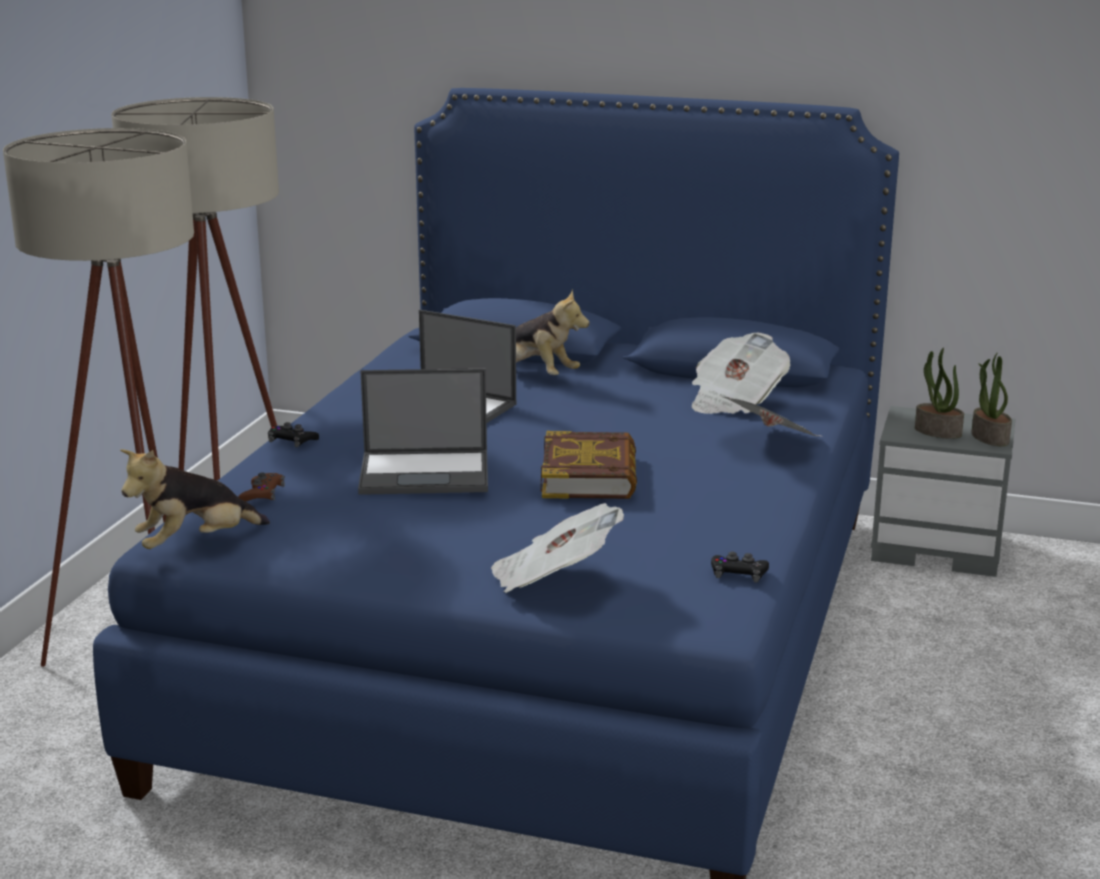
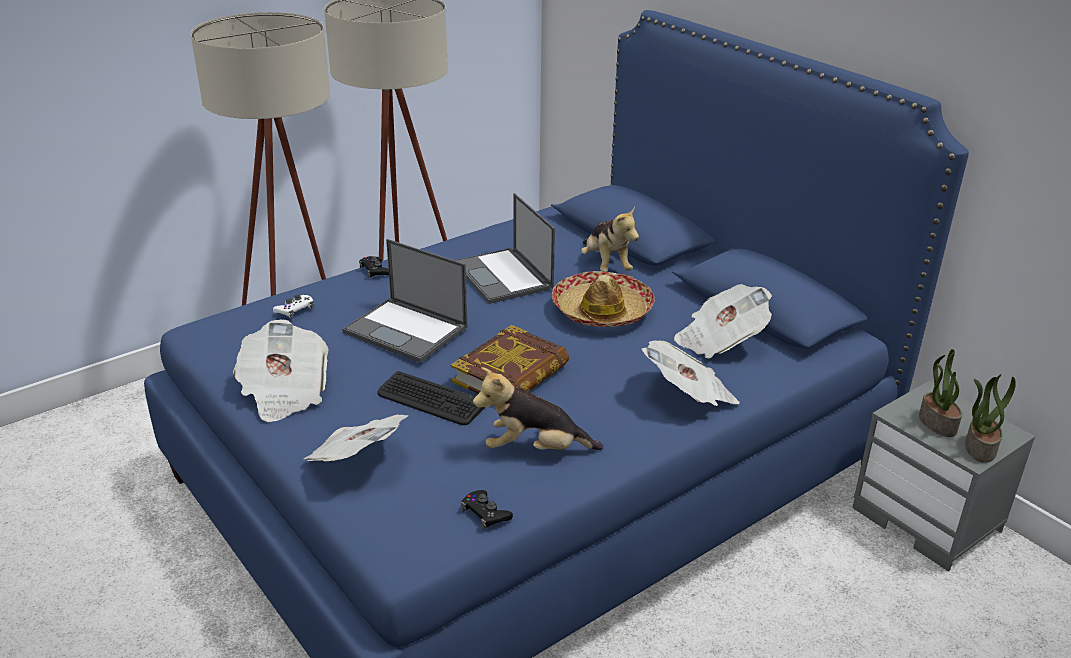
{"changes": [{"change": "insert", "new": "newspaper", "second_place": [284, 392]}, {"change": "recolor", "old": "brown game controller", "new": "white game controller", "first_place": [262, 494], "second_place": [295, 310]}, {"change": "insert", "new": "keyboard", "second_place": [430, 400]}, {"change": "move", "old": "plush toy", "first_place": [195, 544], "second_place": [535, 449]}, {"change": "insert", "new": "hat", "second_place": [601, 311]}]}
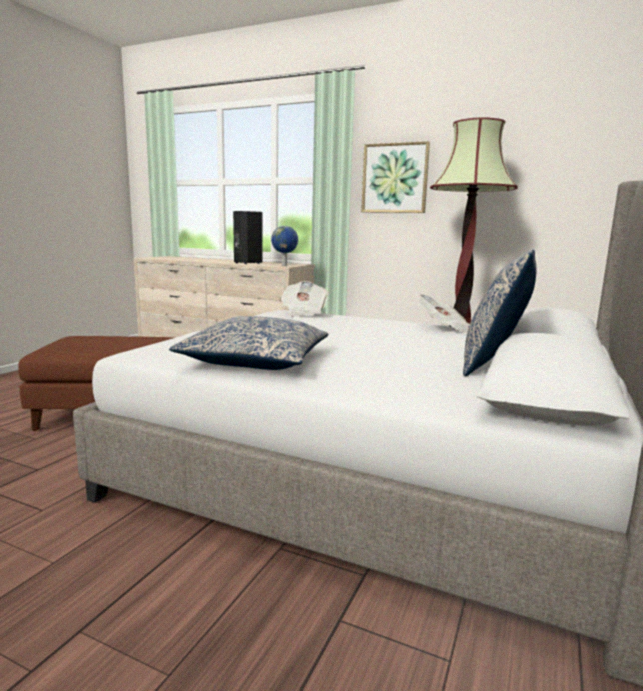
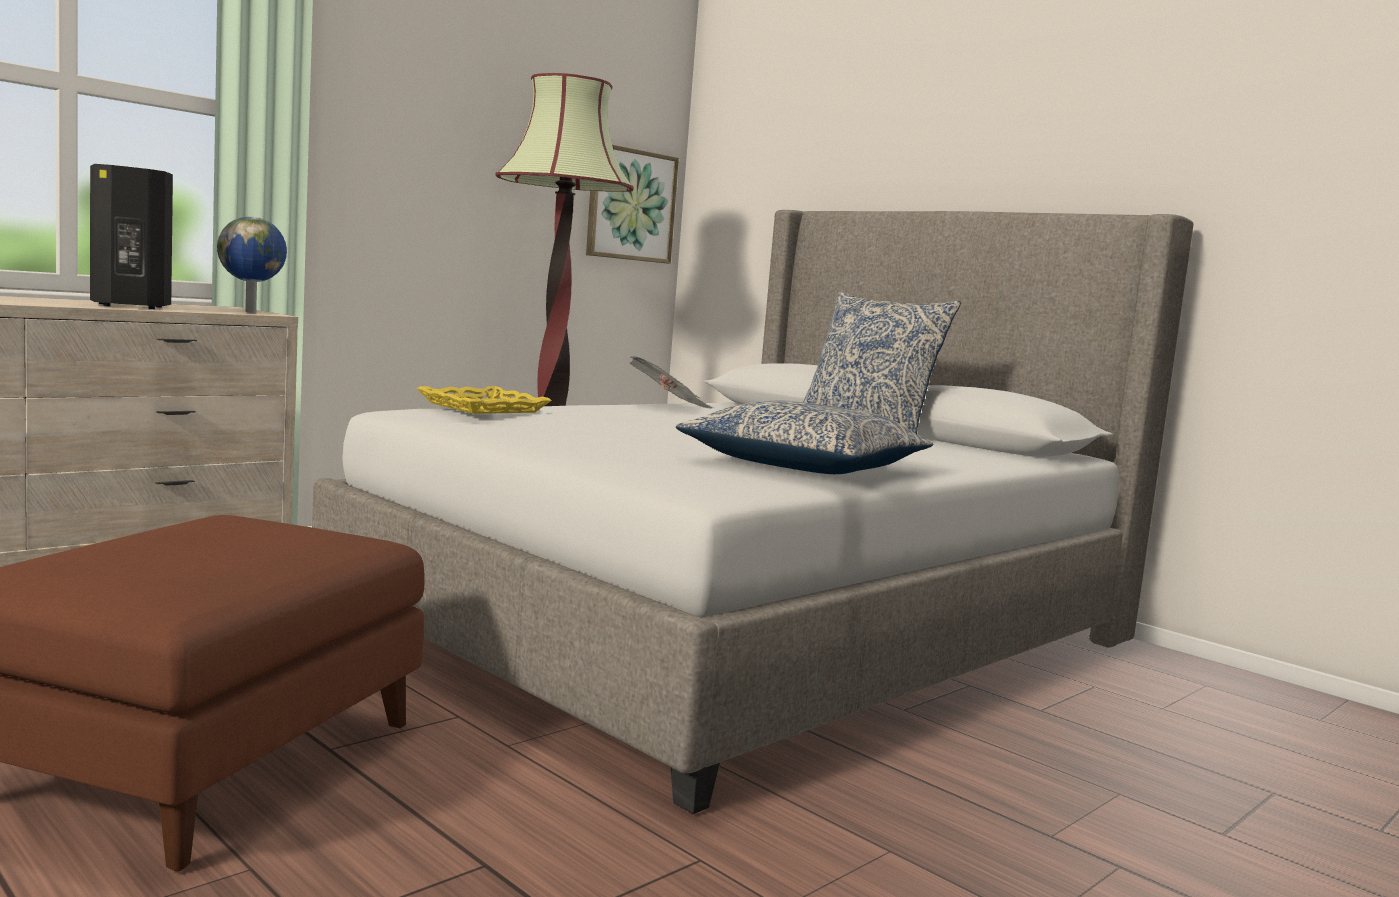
{"changes": [{"change": "replace", "old": "newspaper", "new": "yellow tray", "first_place": [303, 312], "second_place": [484, 407]}, {"change": "move", "old": "picture", "first_place": [395, 178], "second_place": [630, 205]}]}
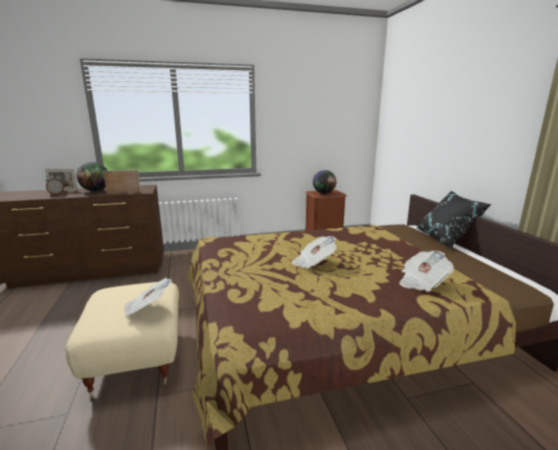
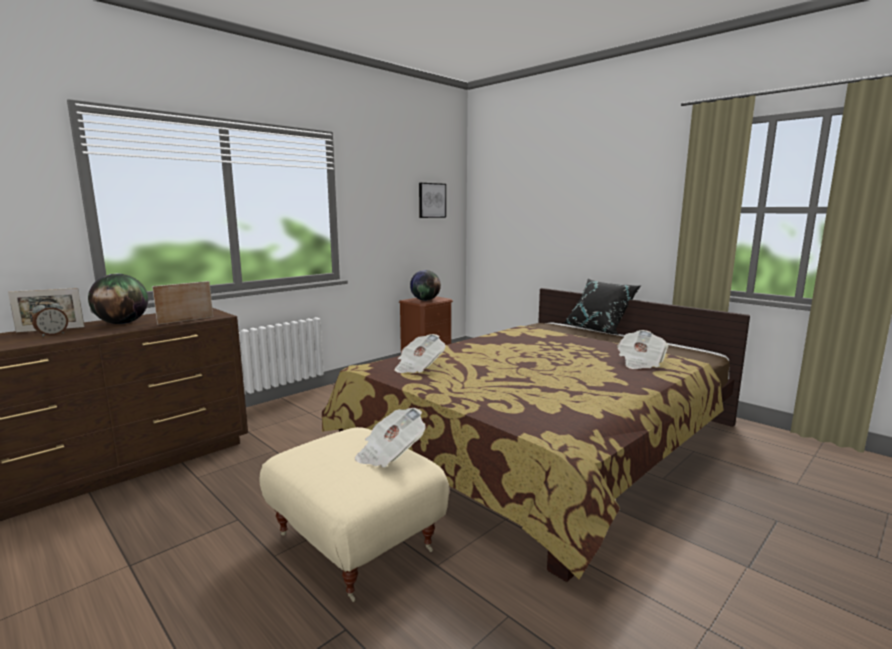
{"changes": [{"change": "move", "old": "newspaper", "first_place": [313, 263], "second_place": [418, 367]}, {"change": "insert", "new": "picture", "second_place": [431, 200]}]}
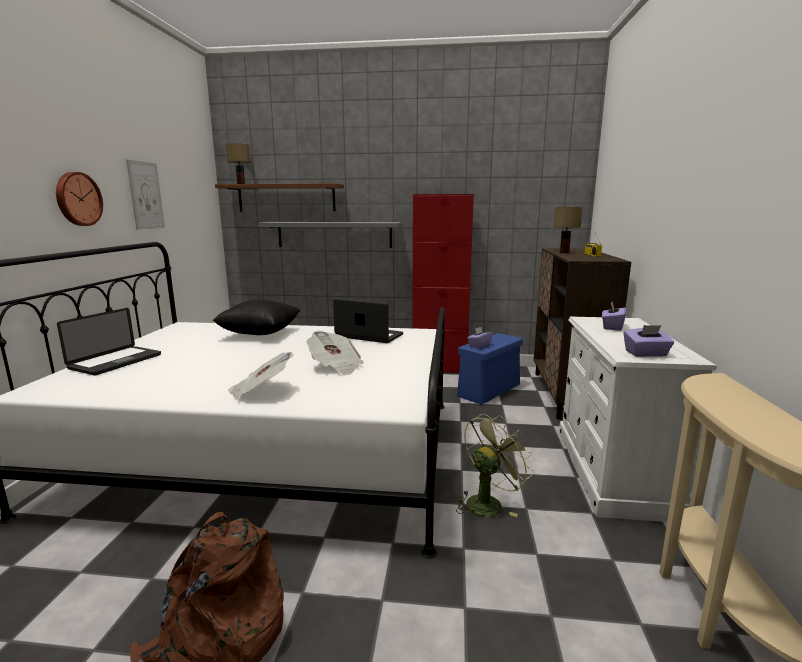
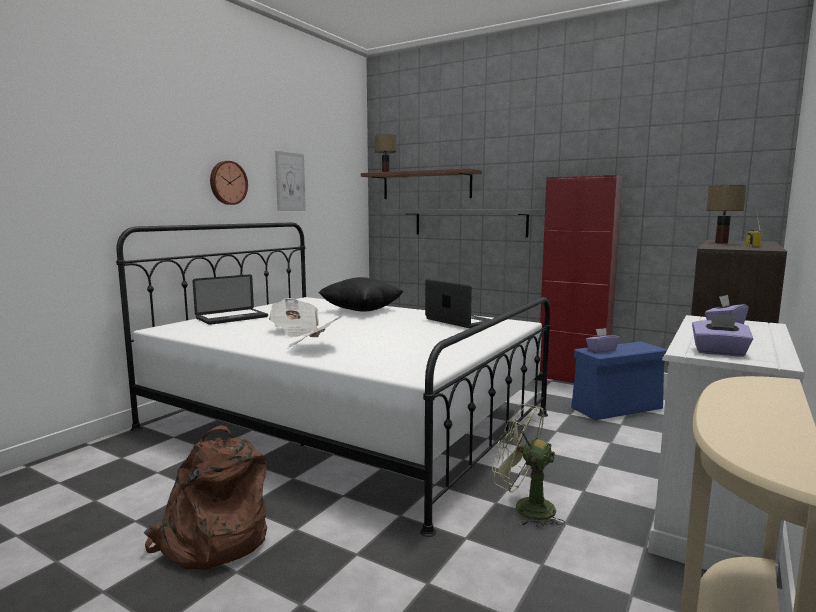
{"changes": [{"change": "move", "old": "newspaper", "first_place": [336, 366], "second_place": [295, 331]}, {"change": "rotate", "old": "green fan", "first_place": [488, 502], "second_place": [525, 508], "degrees": -135}]}
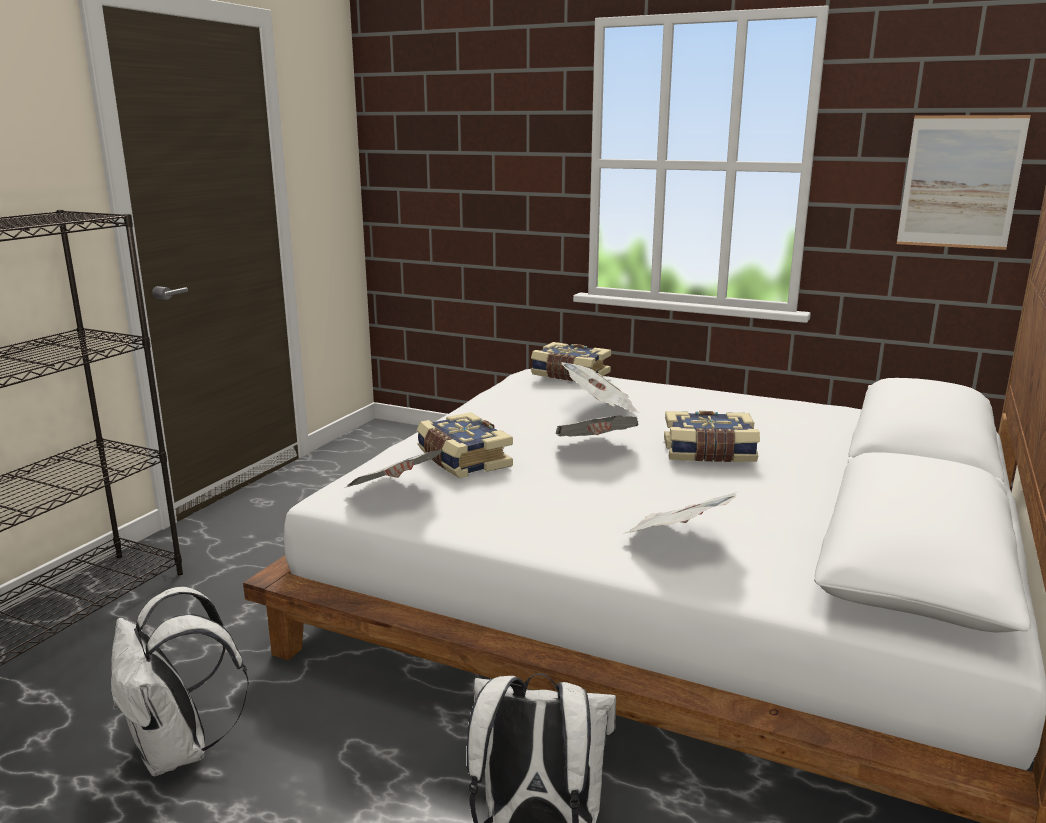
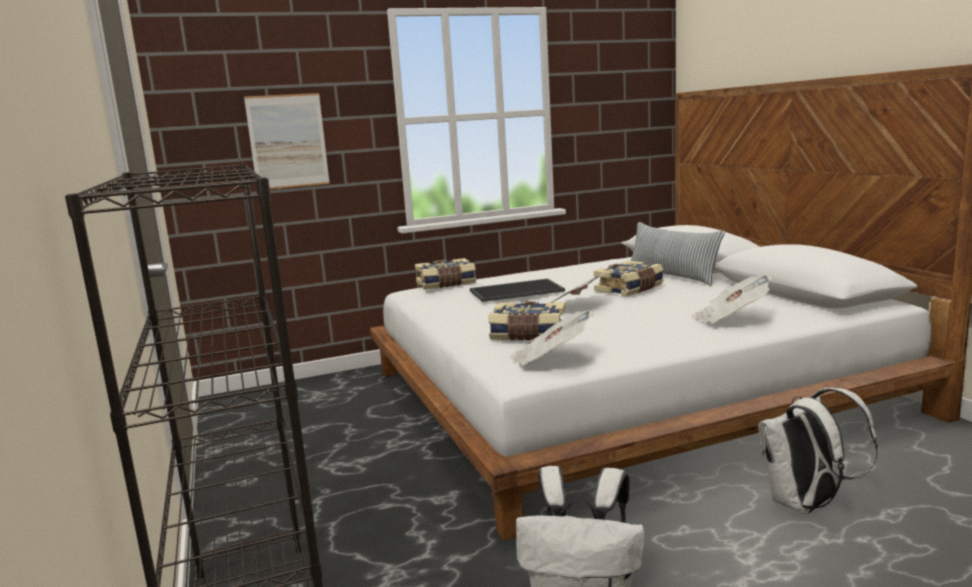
{"changes": [{"change": "move", "old": "picture", "first_place": [960, 182], "second_place": [288, 141]}, {"change": "replace", "old": "newspaper", "new": "tray", "first_place": [600, 407], "second_place": [517, 290]}, {"change": "insert", "new": "pillow", "second_place": [672, 276]}]}
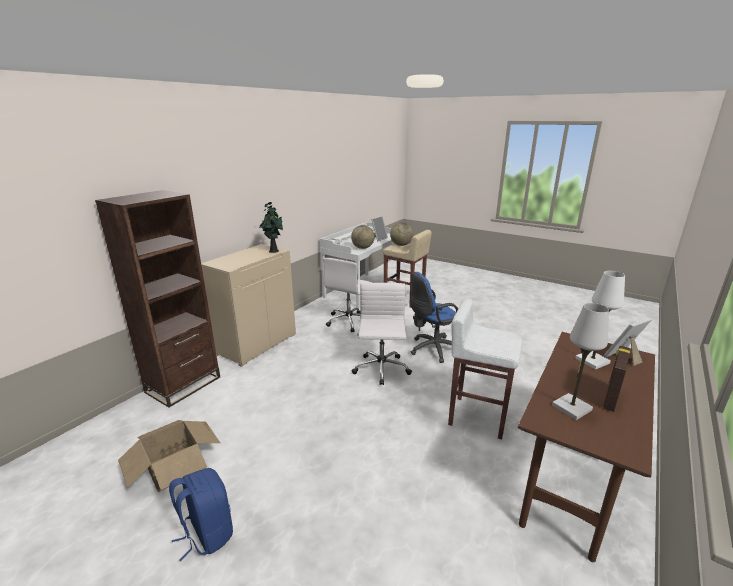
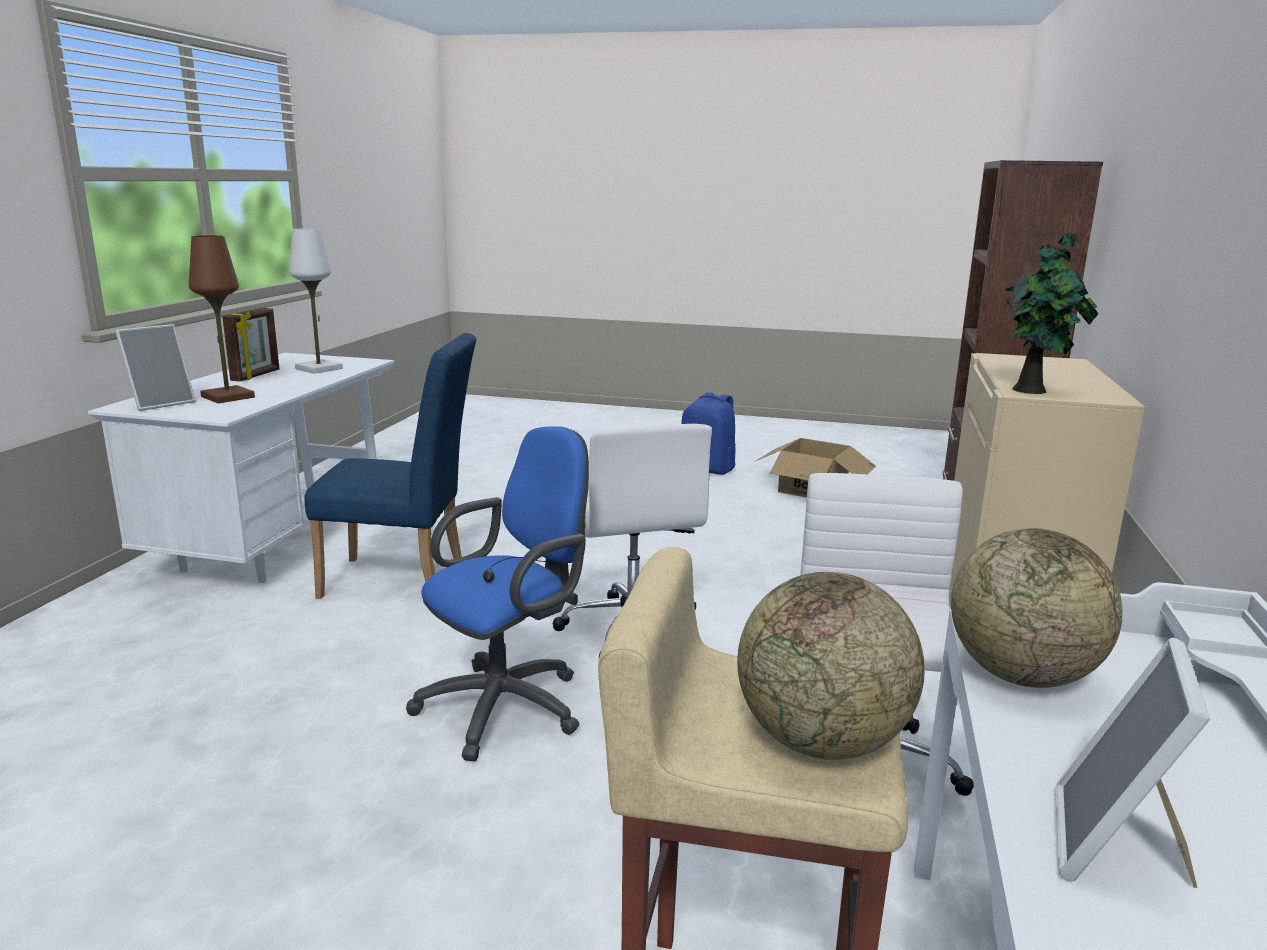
{"changes": [{"change": "recolor", "old": "brown desk", "new": "white desk", "first_place": [572, 476], "second_place": [278, 541]}, {"change": "recolor", "old": "white table lamp", "new": "brown table lamp", "first_place": [592, 361], "second_place": [227, 397]}, {"change": "replace", "old": "white stool", "new": "blue chair", "first_place": [477, 416], "second_place": [404, 581]}]}
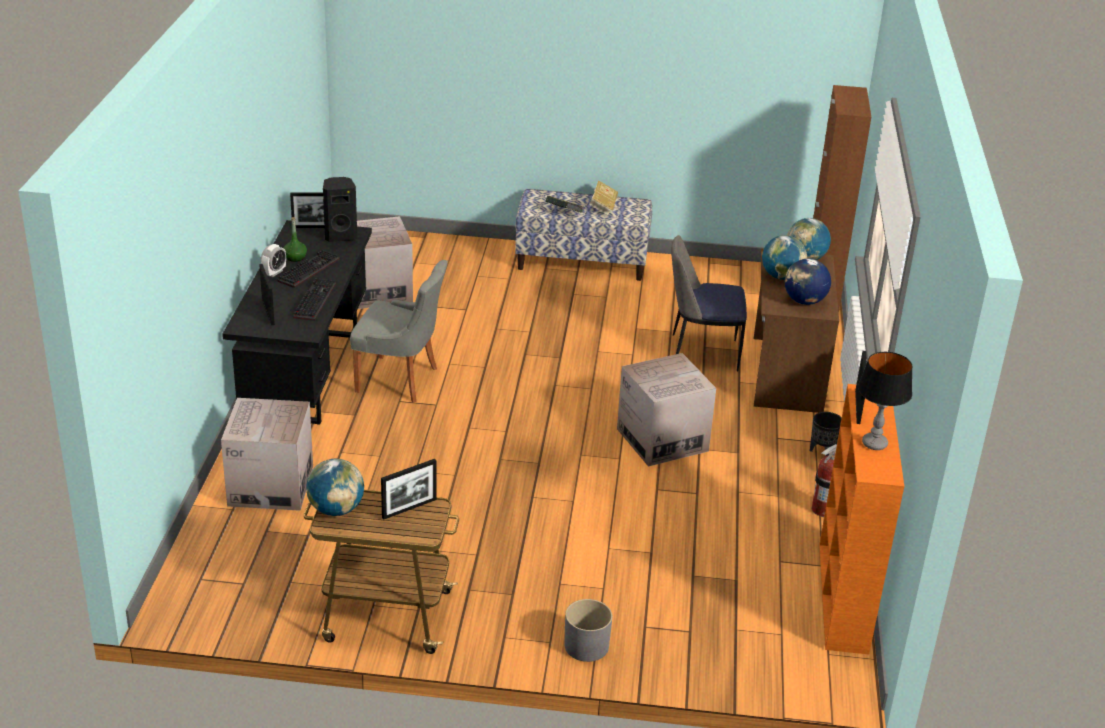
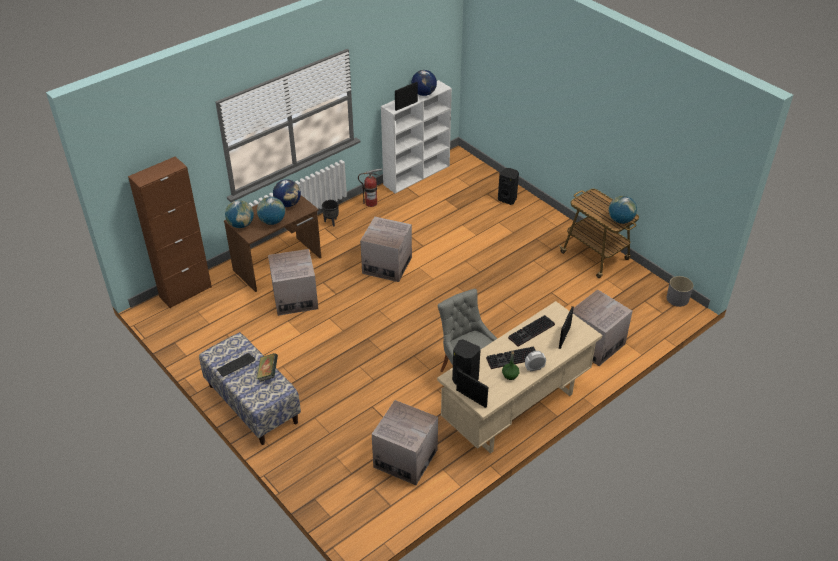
{"changes": [{"change": "replace", "old": "book", "new": "keyboard", "first_place": [603, 206], "second_place": [236, 365]}, {"change": "replace", "old": "chair", "new": "cardboard box", "first_place": [701, 353], "second_place": [295, 298]}, {"change": "recolor", "old": "orange bookcase", "new": "white bookcase", "first_place": [843, 598], "second_place": [417, 174]}, {"change": "replace", "old": "table lamp", "new": "globe", "first_place": [874, 444], "second_place": [424, 93]}, {"change": "recolor", "old": "black desk", "new": "beige desk", "first_place": [306, 374], "second_place": [515, 409]}, {"change": "insert", "new": "black speaker", "second_place": [507, 199]}, {"change": "move", "old": "grey planter", "first_place": [586, 646], "second_place": [677, 299]}, {"change": "delete", "old": "picture frame", "first_place": [409, 508]}]}
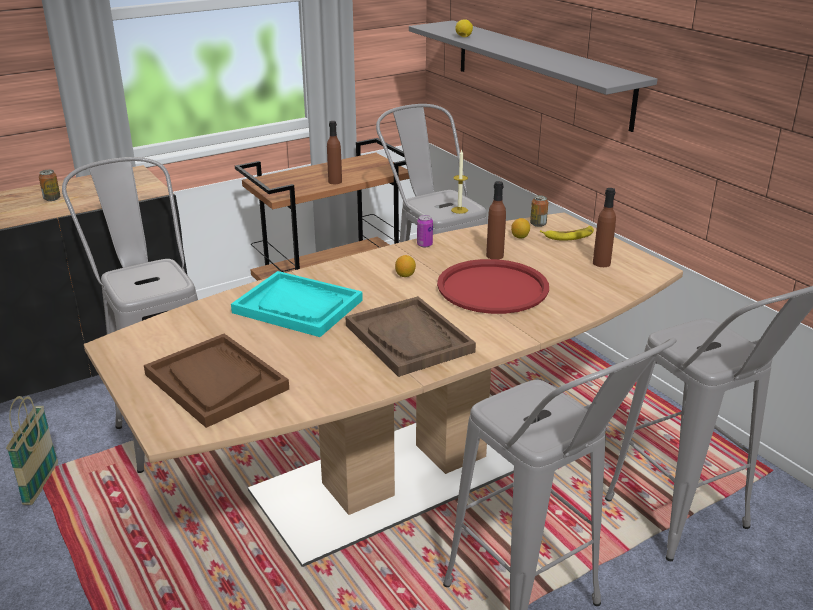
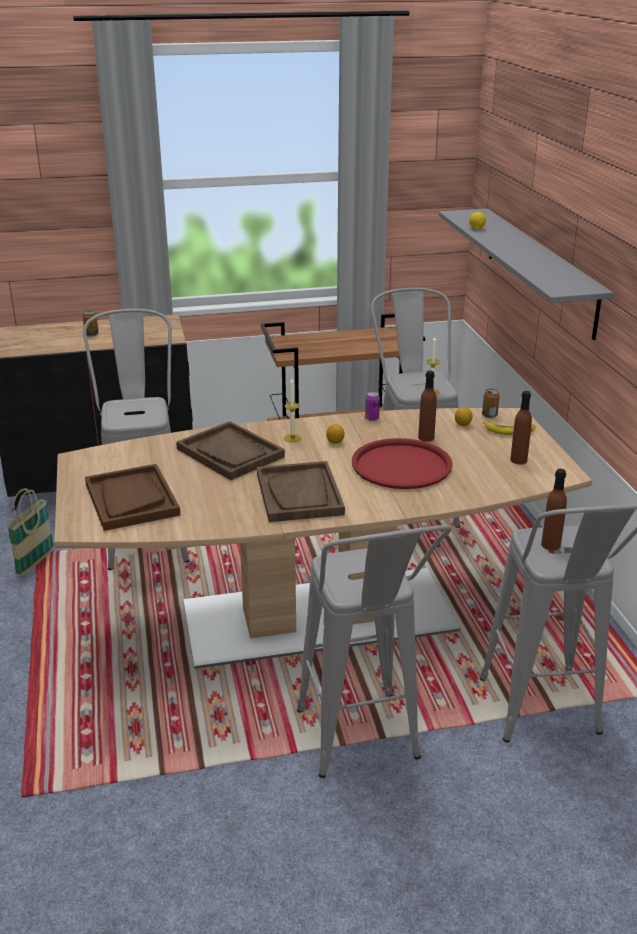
{"changes": [{"change": "recolor", "old": "turquoise tray", "new": "brown tray", "first_place": [298, 306], "second_place": [230, 453]}, {"change": "insert", "new": "candle", "second_place": [292, 438]}, {"change": "move", "old": "brown bottle", "first_place": [335, 181], "second_place": [550, 545]}]}
